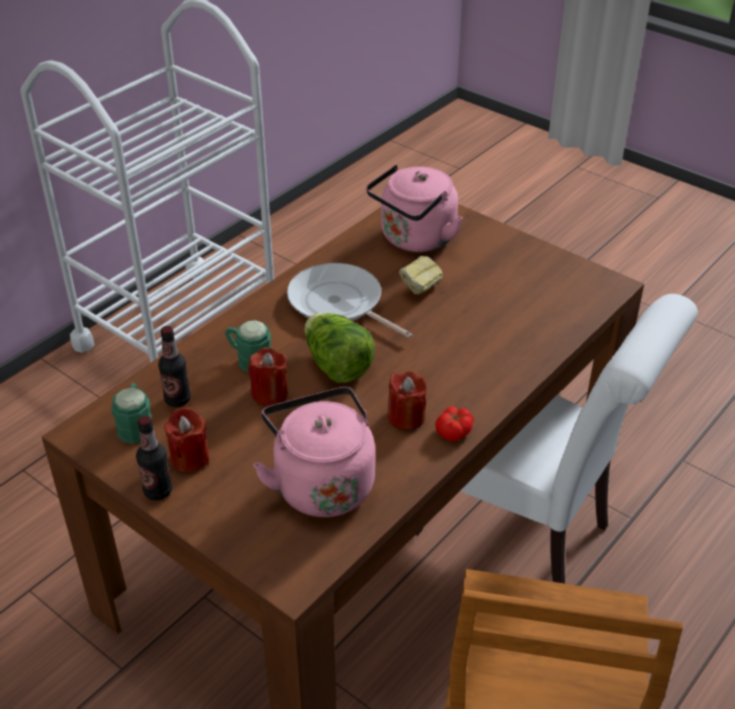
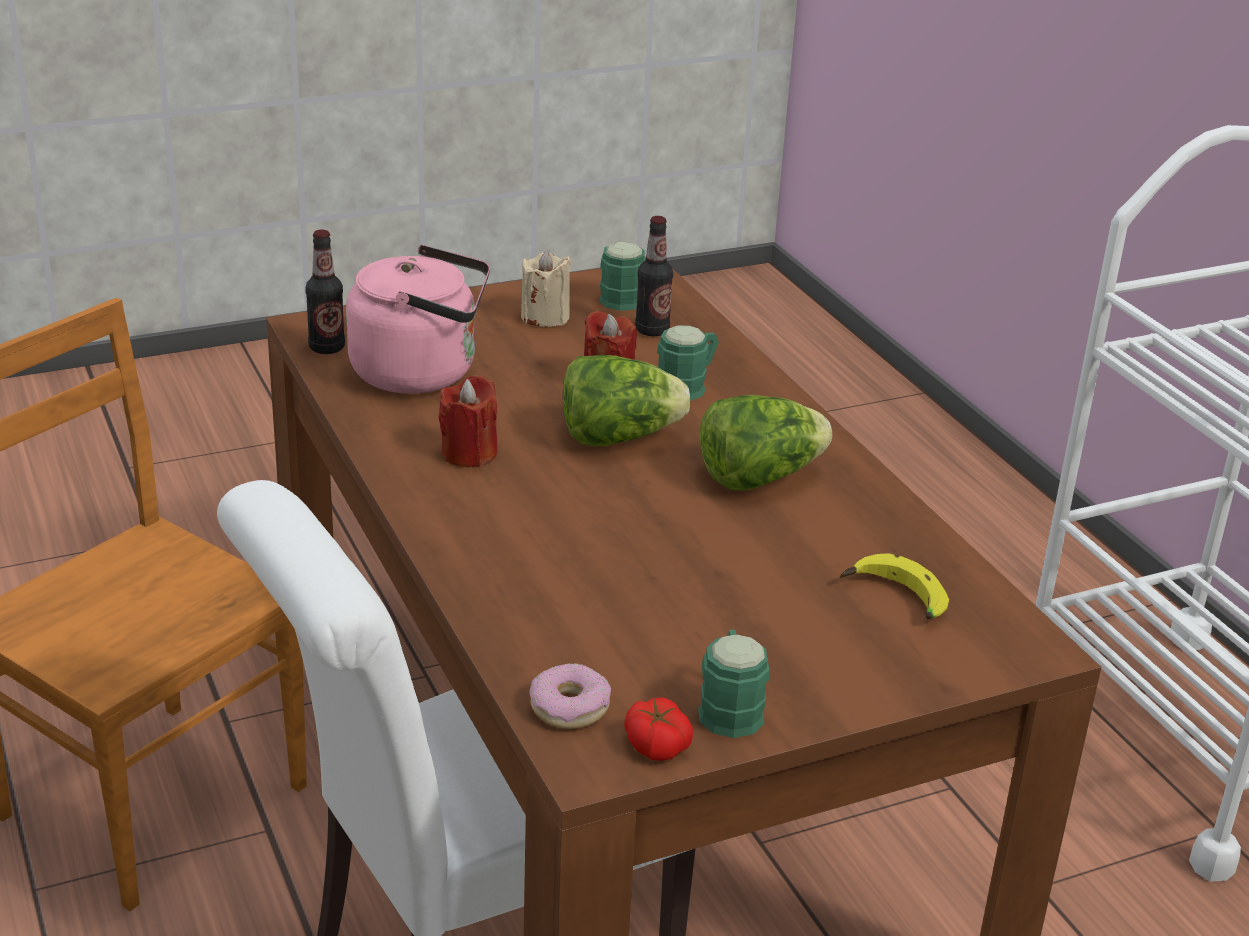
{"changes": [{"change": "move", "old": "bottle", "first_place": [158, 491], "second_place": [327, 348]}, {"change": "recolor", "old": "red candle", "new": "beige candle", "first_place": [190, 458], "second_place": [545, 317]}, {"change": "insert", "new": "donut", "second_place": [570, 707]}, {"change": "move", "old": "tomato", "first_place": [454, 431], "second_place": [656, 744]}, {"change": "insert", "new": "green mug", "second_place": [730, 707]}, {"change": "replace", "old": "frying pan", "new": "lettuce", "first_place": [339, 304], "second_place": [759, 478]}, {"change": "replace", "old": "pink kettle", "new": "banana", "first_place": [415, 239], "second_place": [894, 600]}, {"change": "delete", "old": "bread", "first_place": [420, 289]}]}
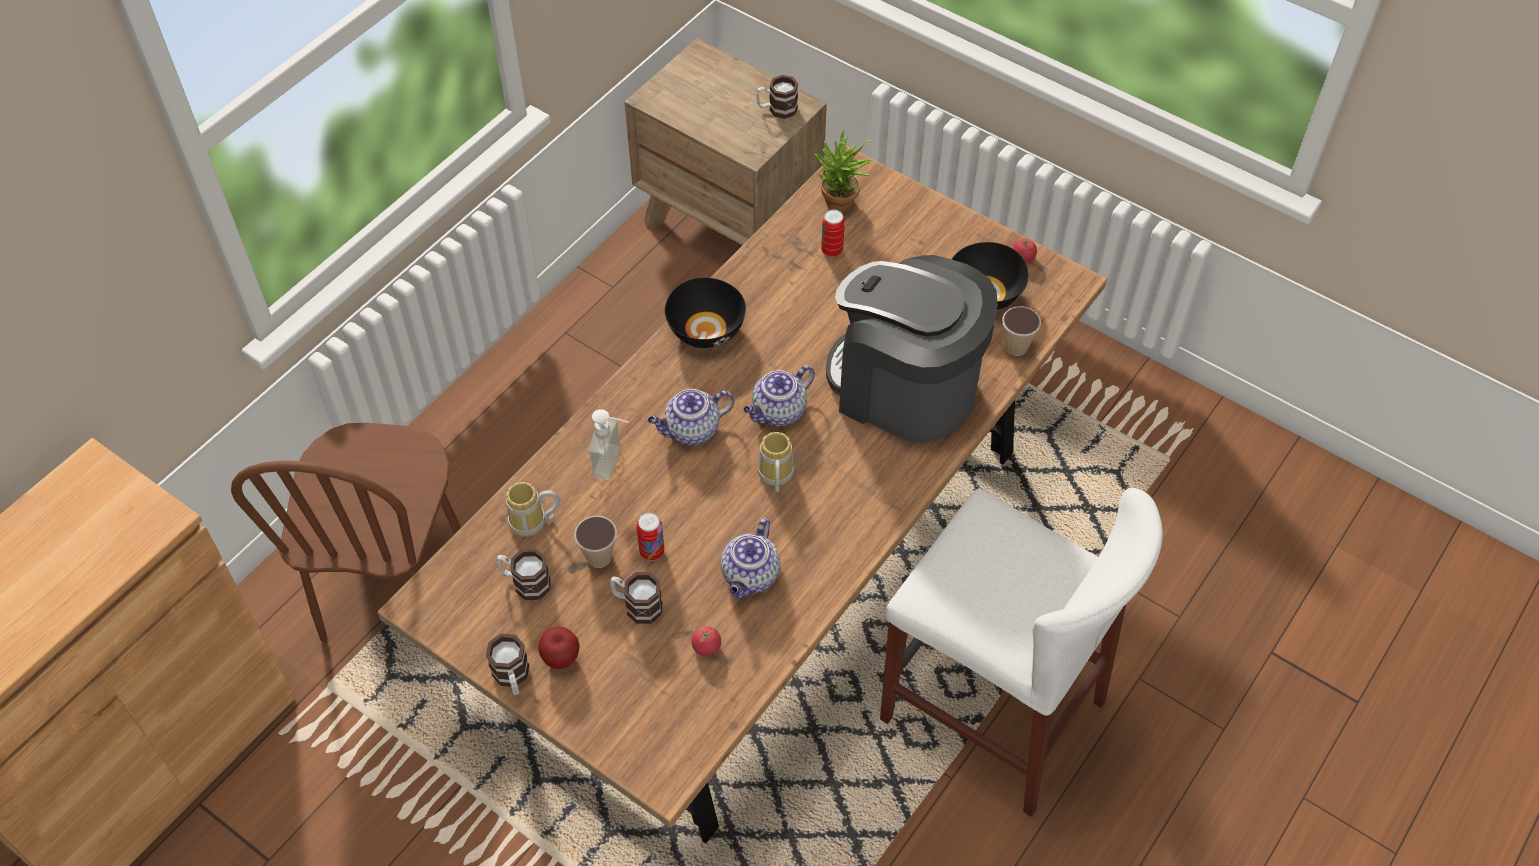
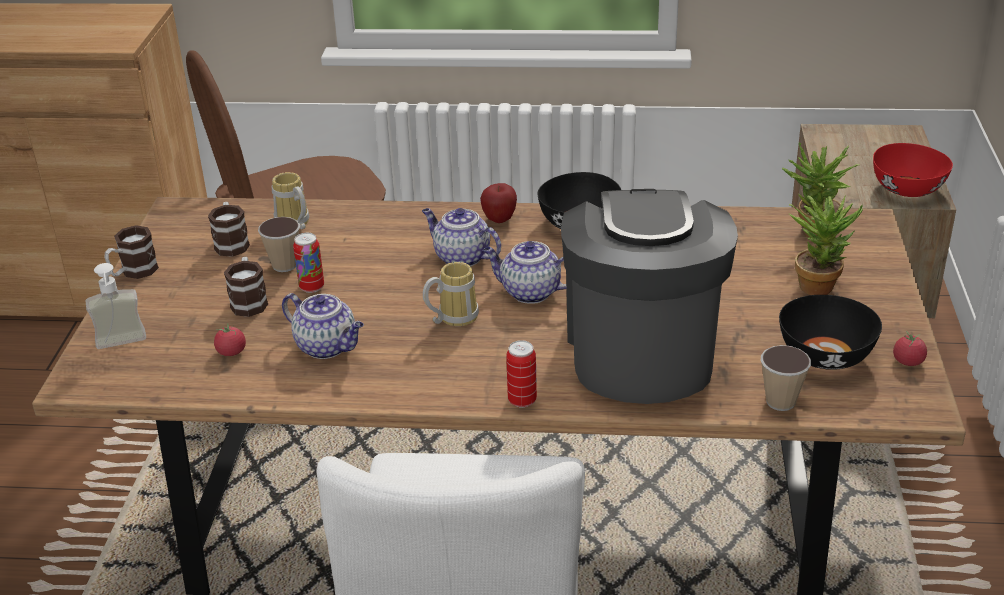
{"changes": [{"change": "move", "old": "soap dispenser", "first_place": [615, 463], "second_place": [122, 346]}, {"change": "rotate", "old": "teapot", "first_place": [750, 577], "second_place": [328, 347], "degrees": -135}, {"change": "move", "old": "apple", "first_place": [561, 659], "second_place": [499, 219]}, {"change": "move", "old": "can", "first_place": [832, 250], "second_place": [522, 400]}, {"change": "insert", "new": "potted plant", "second_place": [819, 283]}, {"change": "replace", "old": "mug", "new": "red bowl", "first_place": [777, 109], "second_place": [906, 189]}]}
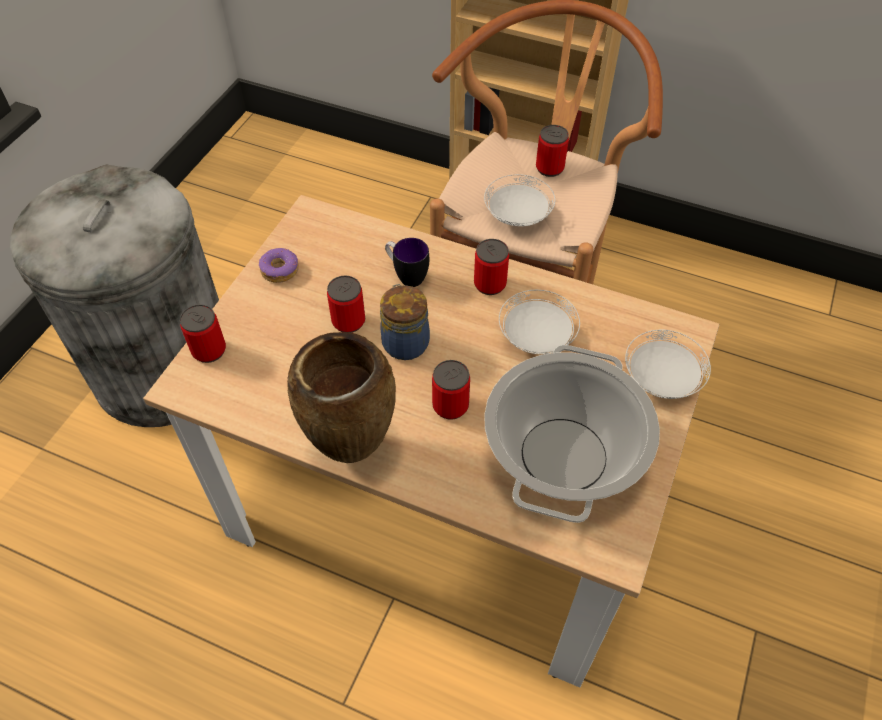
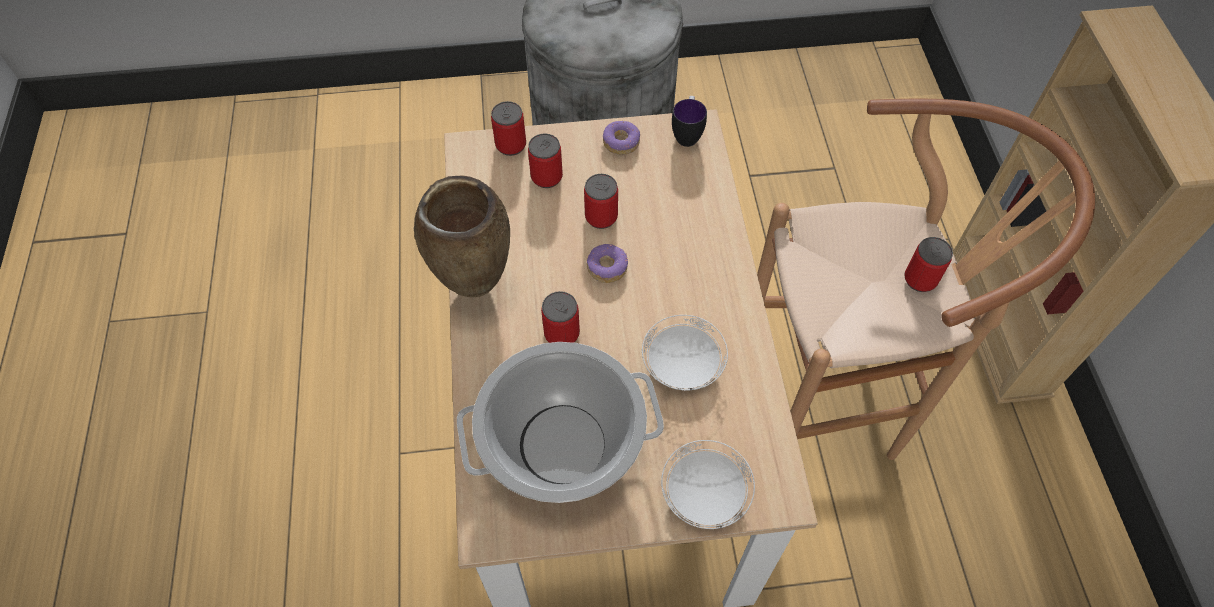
{"changes": [{"change": "move", "old": "can", "first_place": [490, 284], "second_place": [546, 177]}, {"change": "replace", "old": "jar", "new": "donut", "first_place": [405, 342], "second_place": [607, 267]}, {"change": "move", "old": "mug", "first_place": [406, 276], "second_place": [687, 134]}, {"change": "delete", "old": "white plate", "first_place": [518, 215]}]}
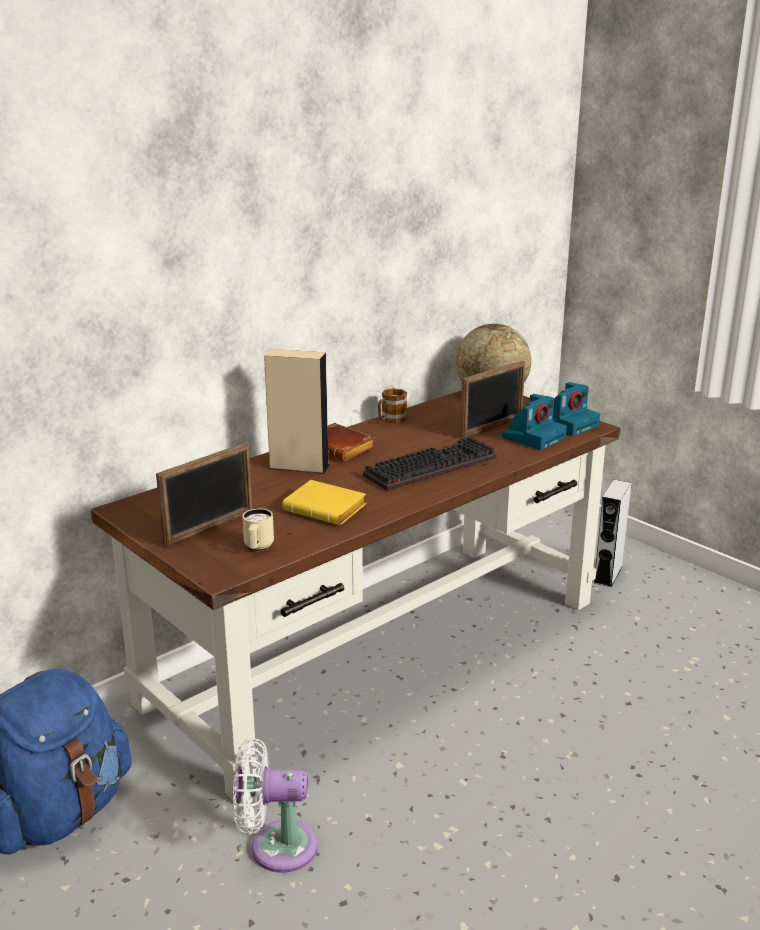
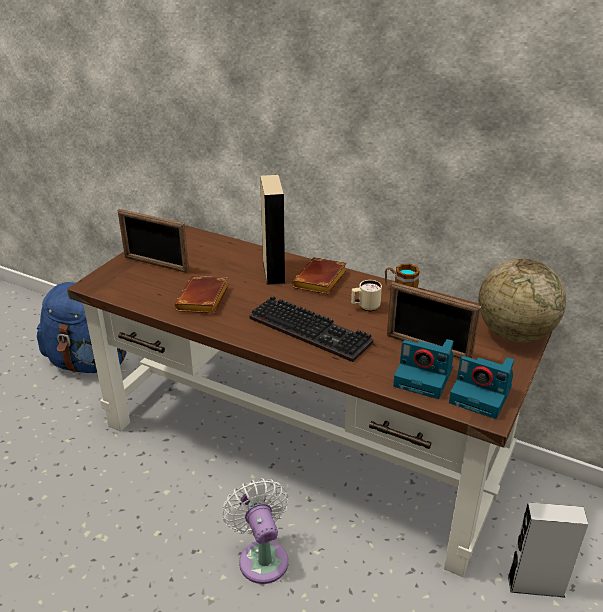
{"changes": [{"change": "recolor", "old": "yellow book", "new": "brown book", "first_place": [327, 509], "second_place": [204, 300]}, {"change": "move", "old": "white fan", "first_place": [276, 846], "second_place": [262, 557]}, {"change": "move", "old": "beige mug", "first_place": [258, 548], "second_place": [365, 307]}]}
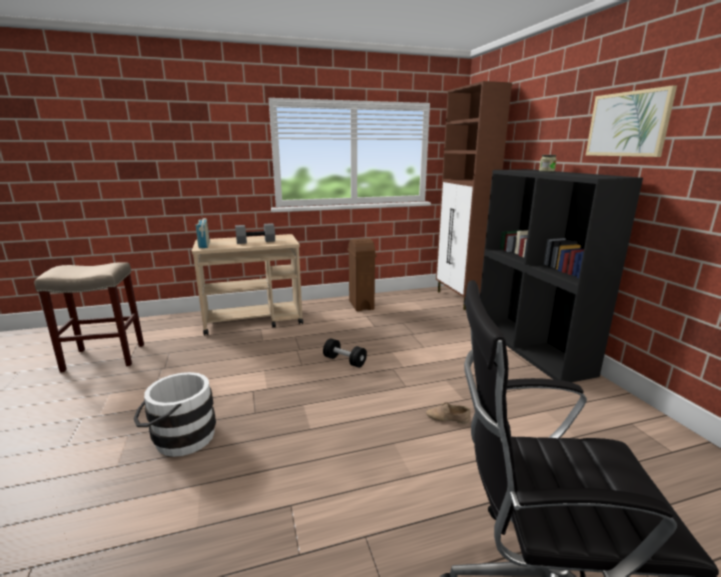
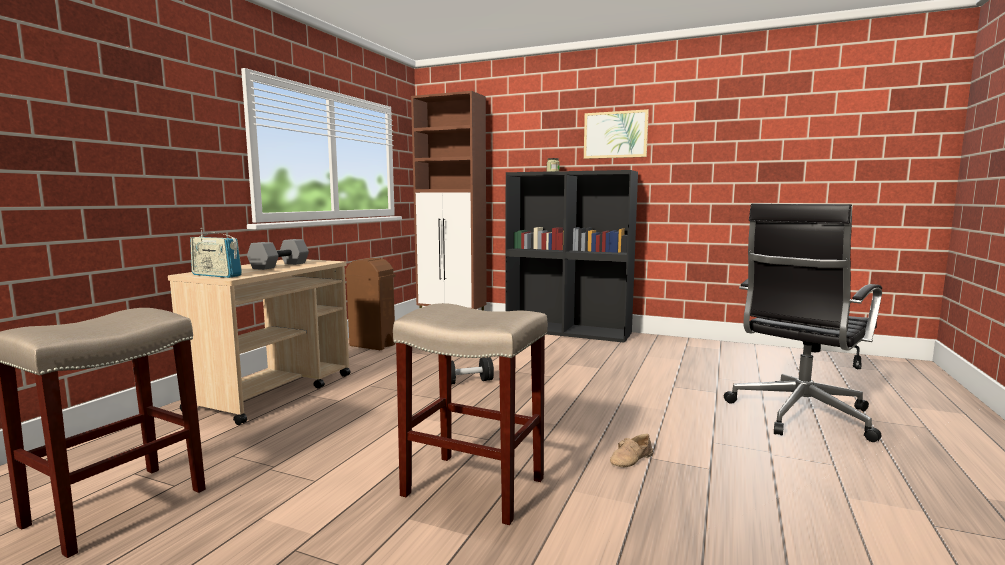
{"changes": [{"change": "replace", "old": "white bucket", "new": "beige stool", "first_place": [179, 438], "second_place": [471, 487]}, {"change": "move", "old": "beige shoe", "first_place": [447, 418], "second_place": [632, 459]}]}
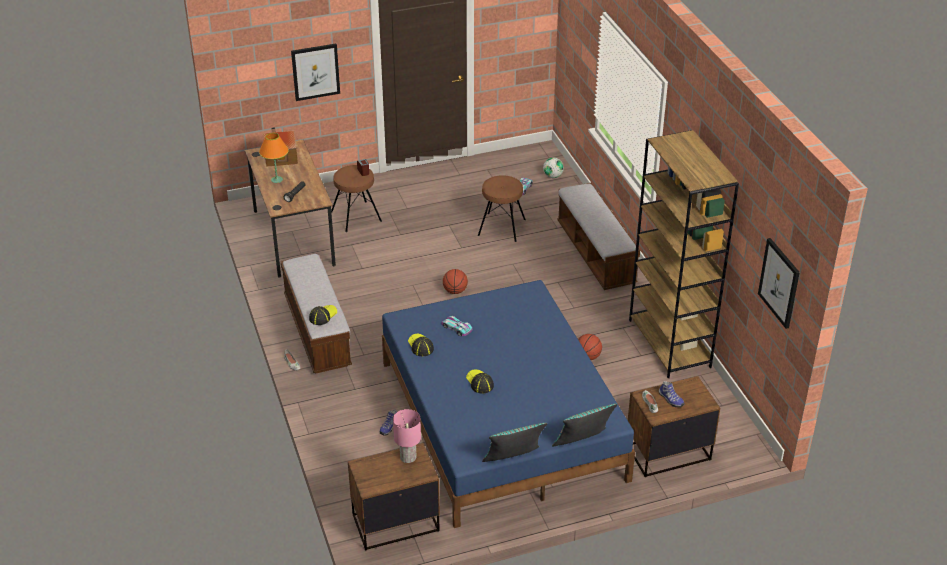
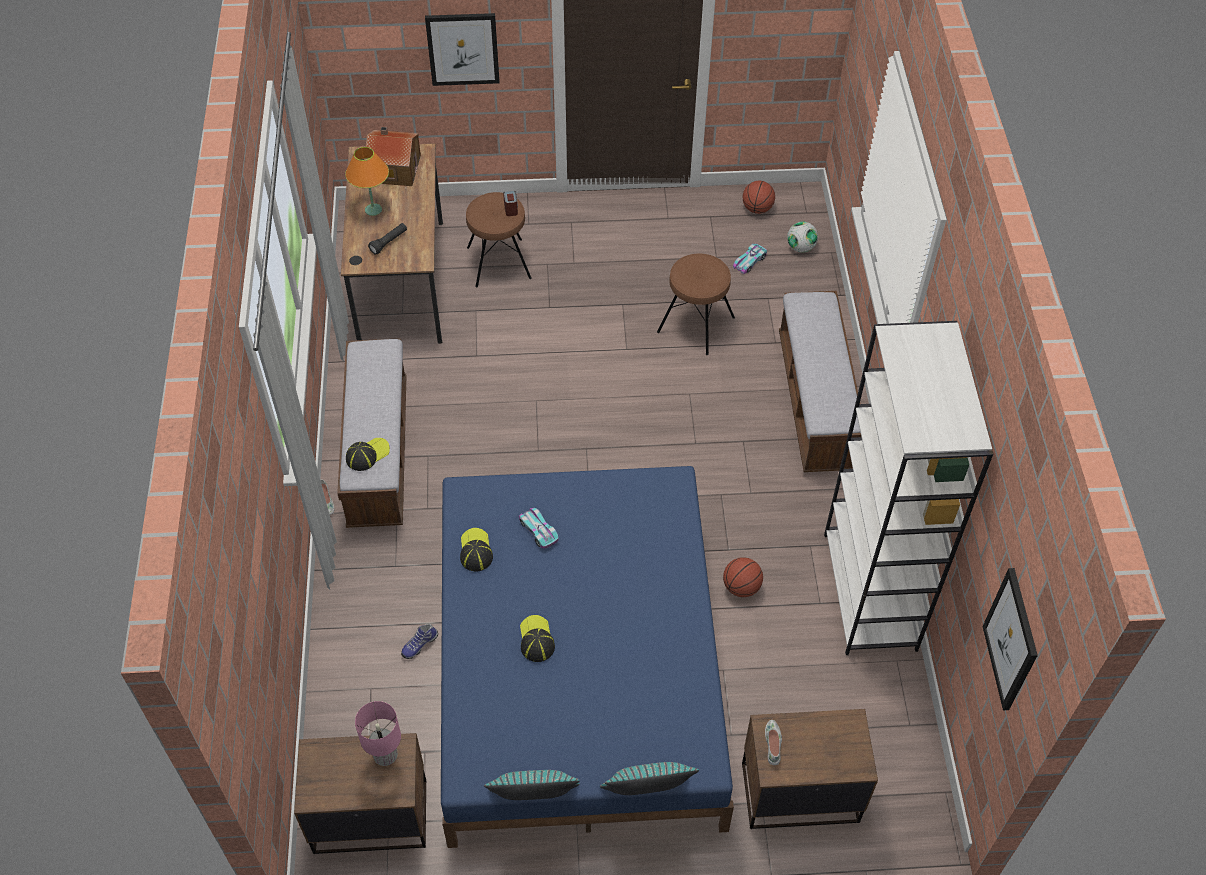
{"changes": [{"change": "move", "old": "basketball", "first_place": [455, 291], "second_place": [757, 208]}, {"change": "recolor", "old": "brown bookcase", "new": "white bookcase", "first_place": [670, 344], "second_place": [870, 592]}, {"change": "delete", "old": "shoe", "first_place": [670, 399]}]}
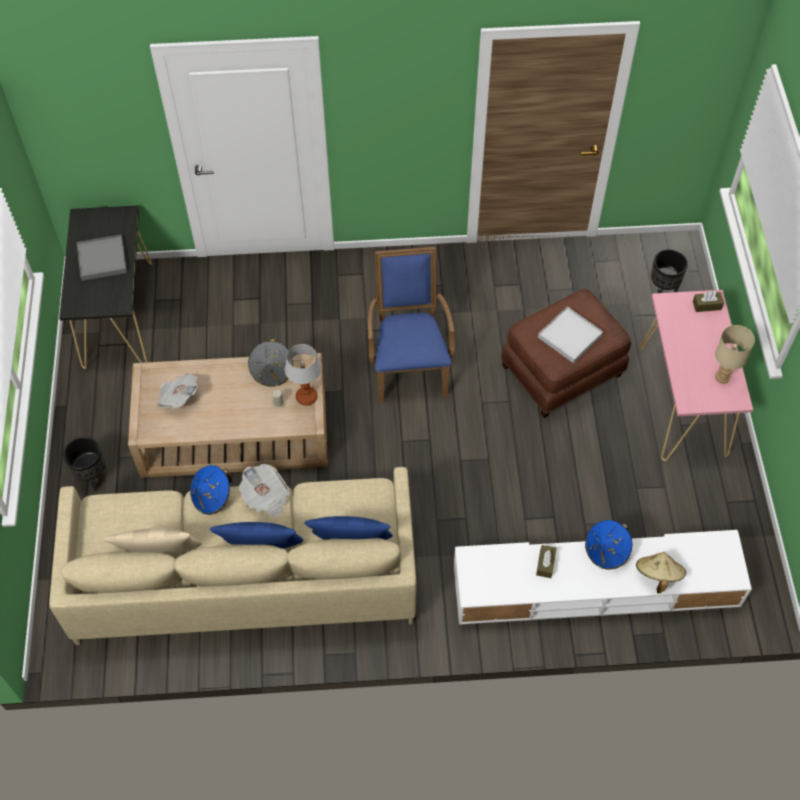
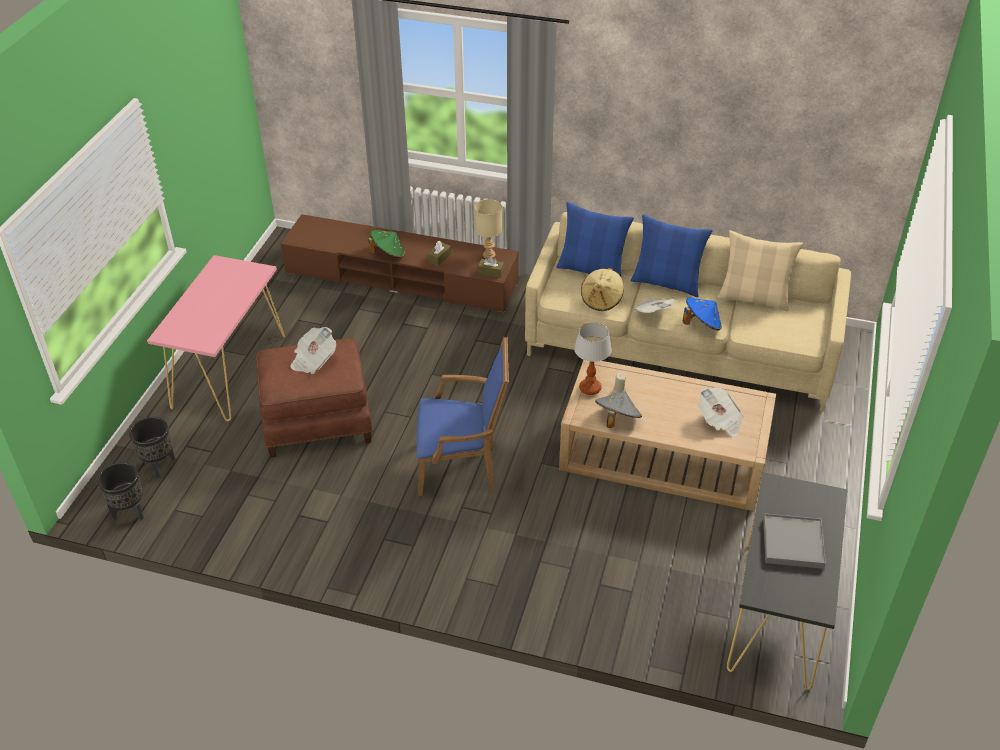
{"changes": [{"change": "move", "old": "black planter", "first_place": [92, 477], "second_place": [130, 513]}, {"change": "recolor", "old": "white tv stand", "new": "brown tv stand", "first_place": [594, 587], "second_place": [402, 278]}, {"change": "replace", "old": "white tray", "new": "newspaper", "first_place": [570, 336], "second_place": [313, 360]}, {"change": "recolor", "old": "blue hat", "new": "green hat", "first_place": [606, 551], "second_place": [388, 254]}, {"change": "rotate", "old": "blue armchair", "first_place": [409, 365], "second_place": [463, 467], "degrees": -105}, {"change": "move", "old": "beige table lamp", "first_place": [722, 376], "second_place": [489, 255]}, {"change": "move", "old": "brown tissue box", "first_place": [707, 305], "second_place": [491, 272]}, {"change": "move", "old": "beige hat", "first_place": [657, 575], "second_place": [602, 300]}]}
